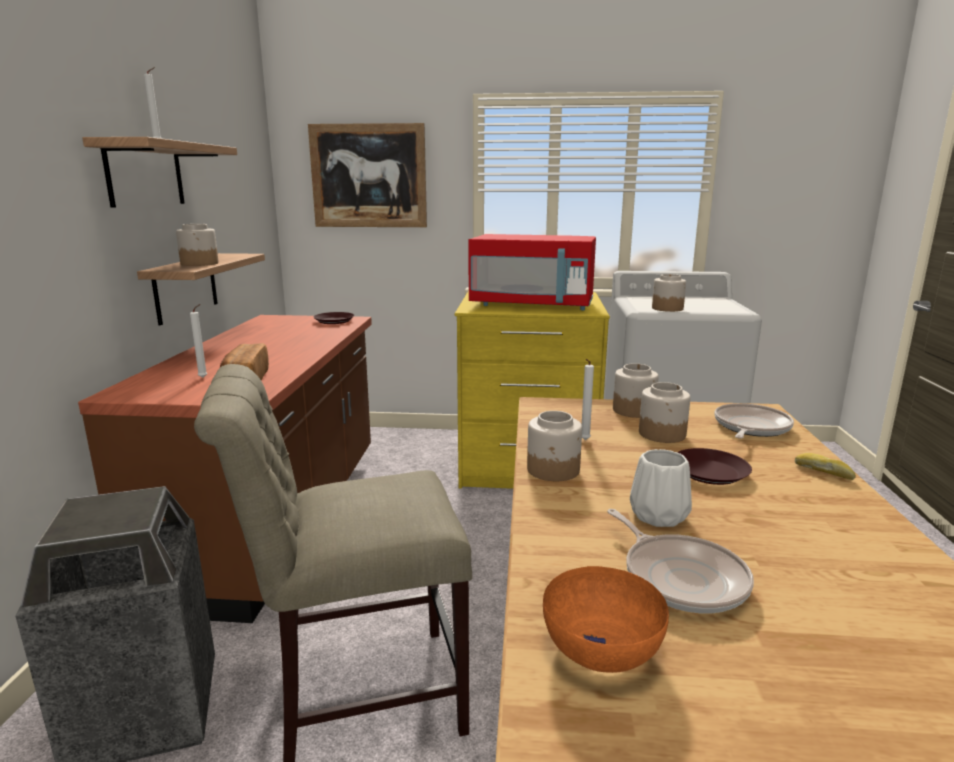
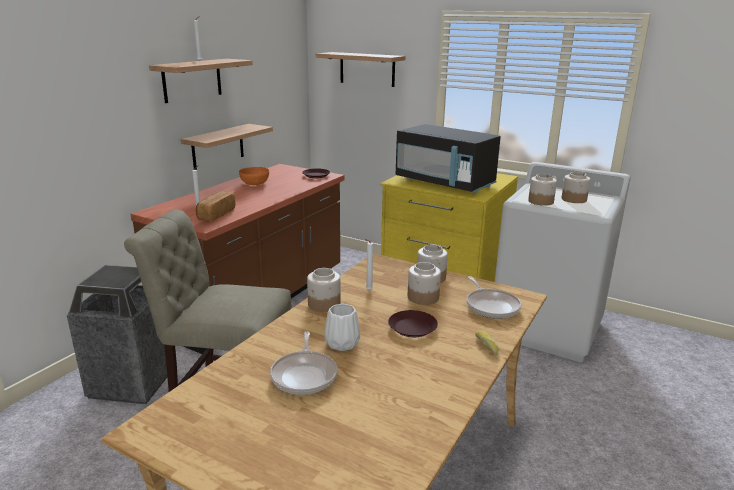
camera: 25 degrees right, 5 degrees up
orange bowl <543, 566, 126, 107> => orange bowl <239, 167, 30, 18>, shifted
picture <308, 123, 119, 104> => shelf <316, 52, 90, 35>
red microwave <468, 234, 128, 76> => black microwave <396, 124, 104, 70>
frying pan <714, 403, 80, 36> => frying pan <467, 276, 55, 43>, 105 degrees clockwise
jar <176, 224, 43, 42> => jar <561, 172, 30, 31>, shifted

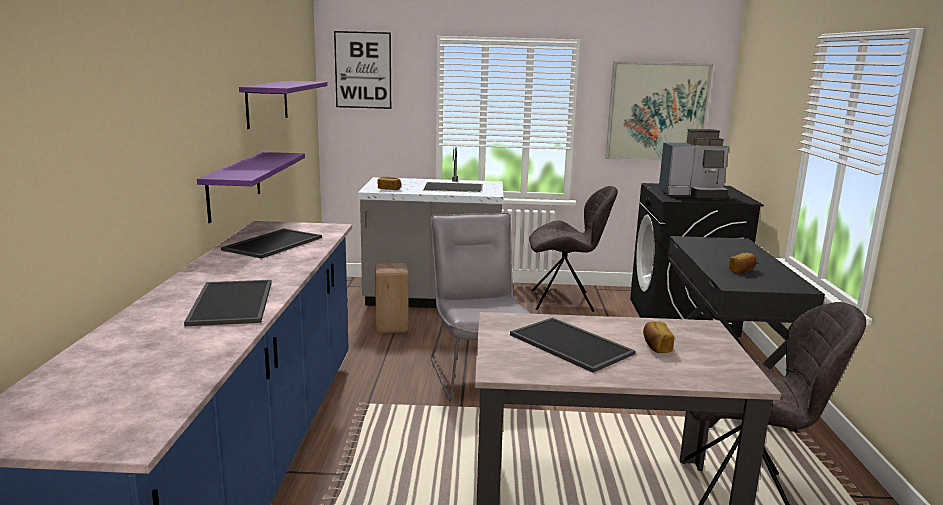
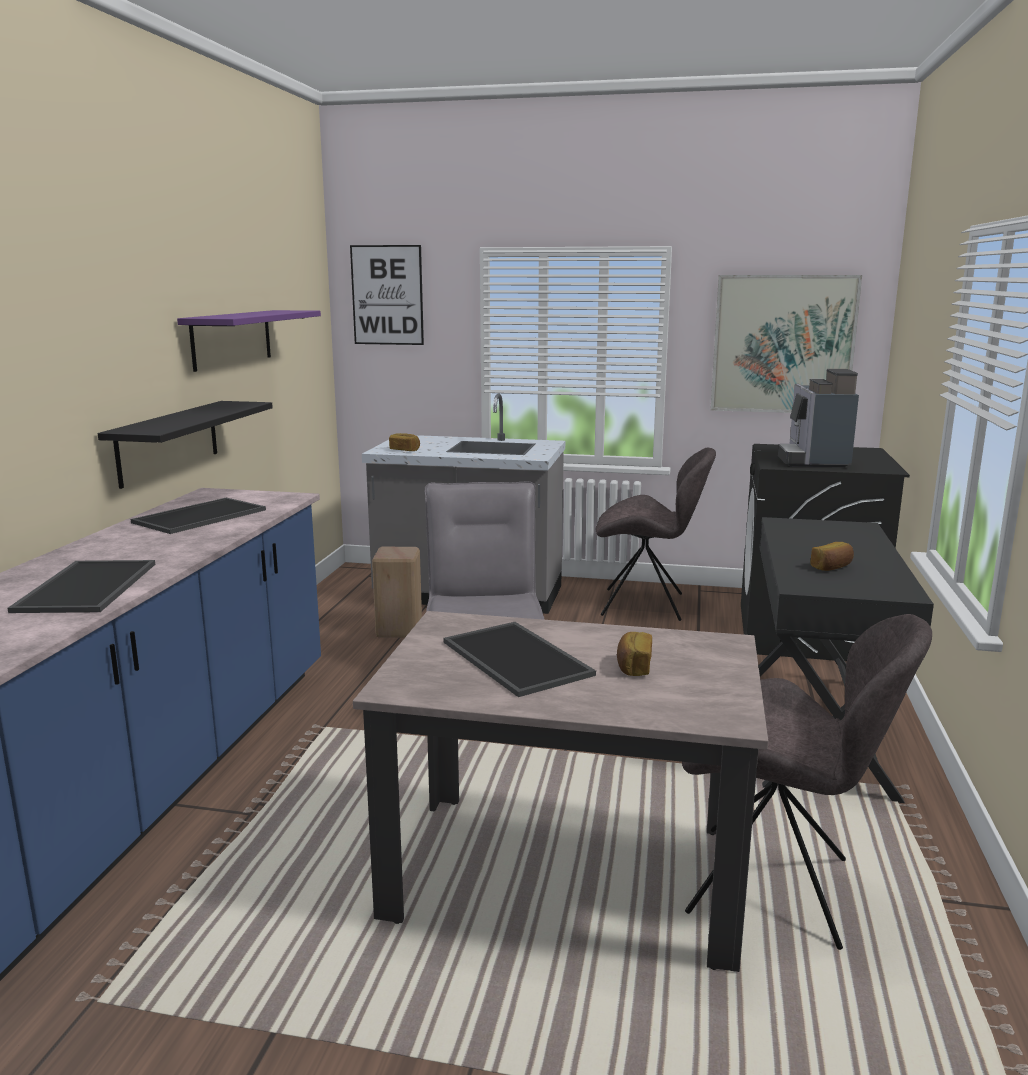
camera: 10 degrees right, 0 degrees up
purple shelf <197, 152, 108, 71> => black shelf <98, 401, 175, 88>
coffee machine <659, 129, 70, 71> => coffee machine <778, 369, 81, 98>, 90 degrees clockwise

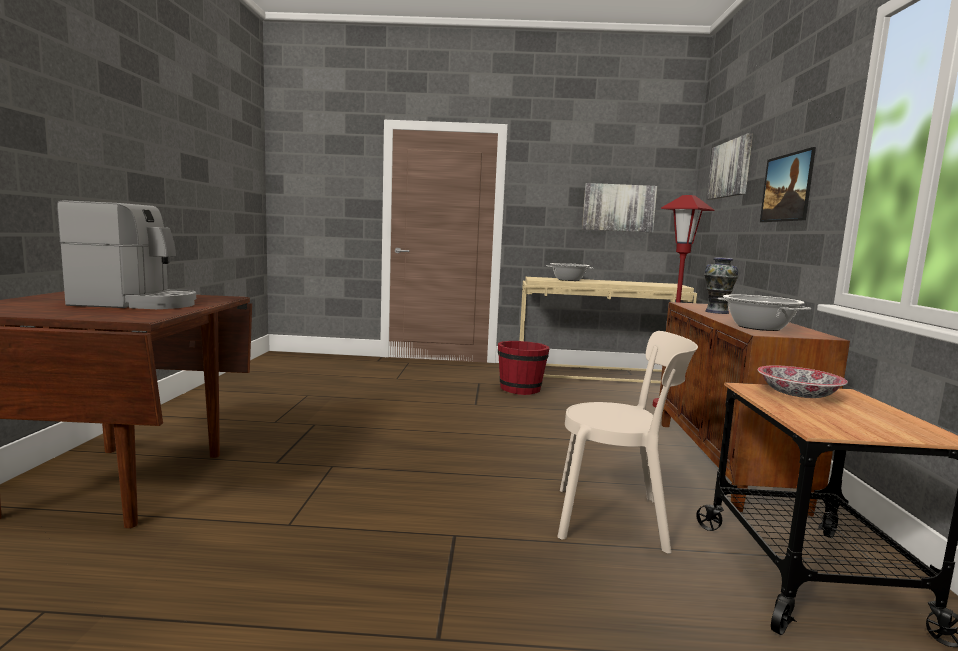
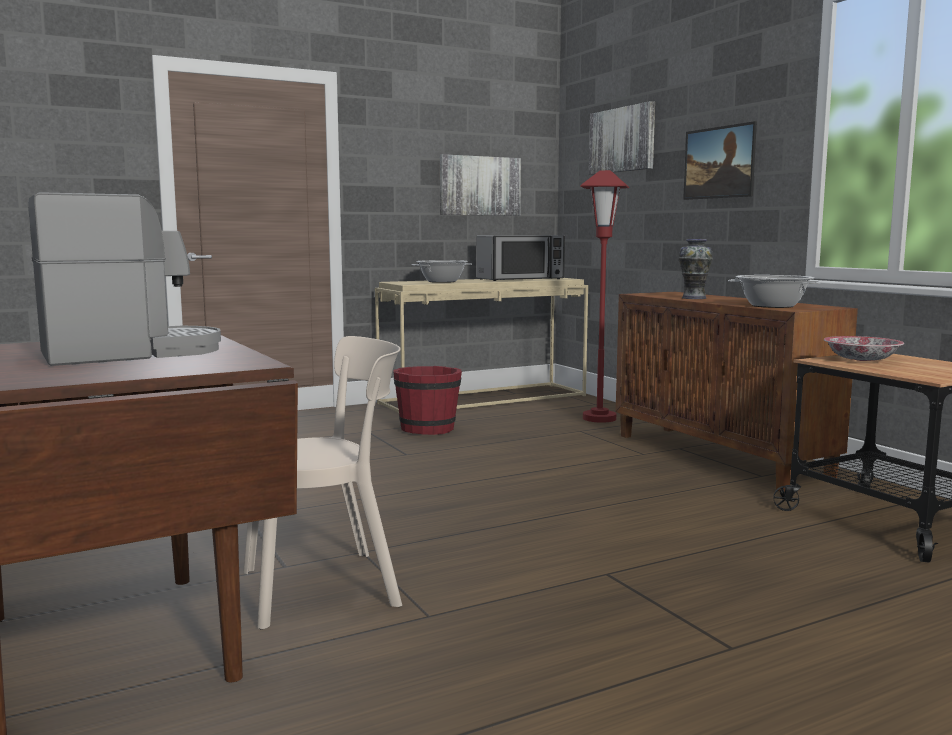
camera: 30 degrees left, 0 degrees up
beige chair <557, 331, 141, 223> => beige chair <243, 336, 159, 293>, shifted
nothing => microwave <476, 235, 89, 46>

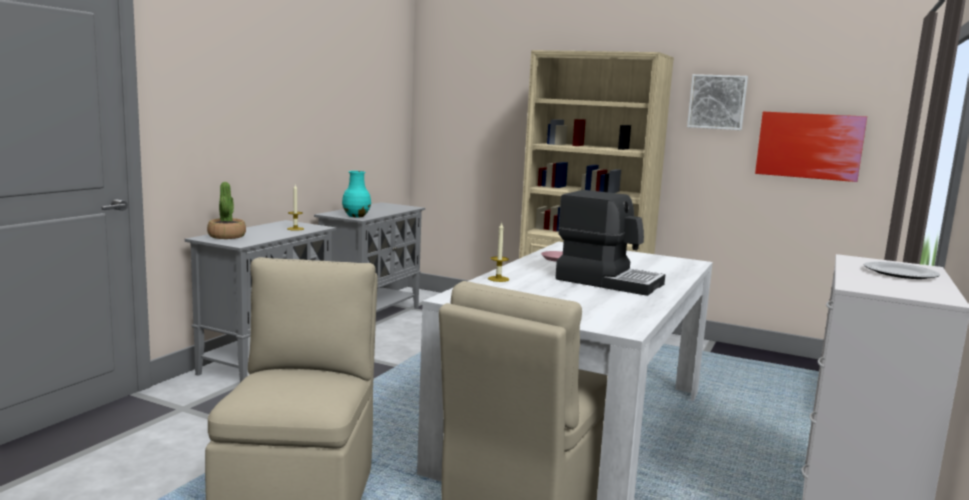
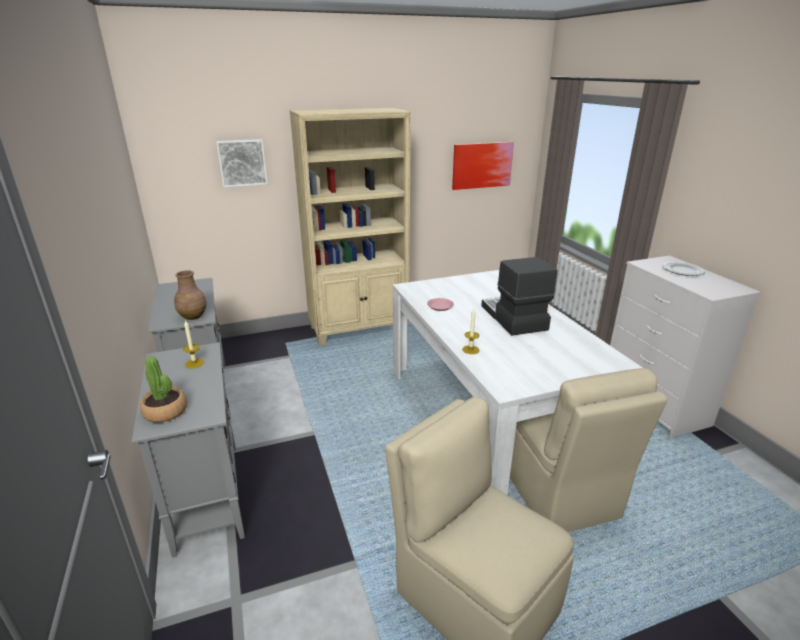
camera: 45 degrees left, 15 degrees up
turquoise vase <342, 171, 29, 46> => brown vase <174, 270, 33, 50>
picture <687, 74, 61, 56> => picture <216, 139, 52, 48>, shifted
coffee machine <555, 190, 110, 106> => coffee machine <481, 257, 77, 78>, 90 degrees counterclockwise

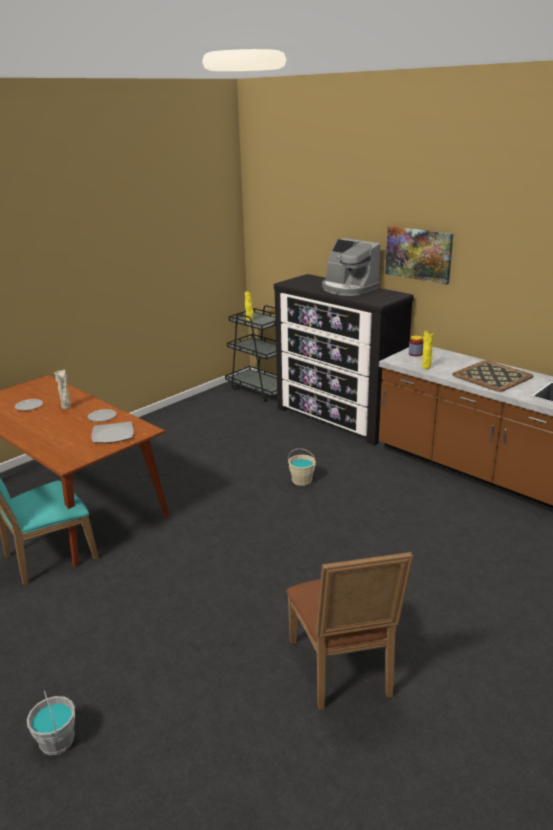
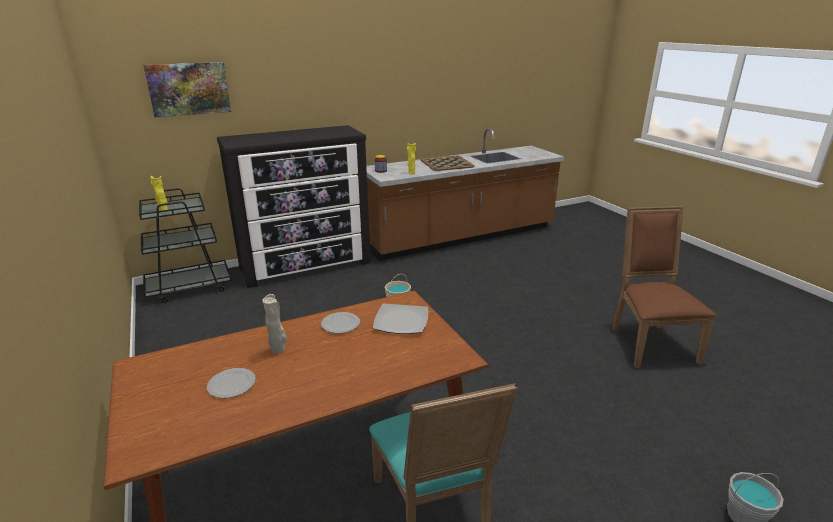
camera: 70 degrees left, 0 degrees up
picture <385, 226, 68, 59> => picture <143, 62, 88, 55>, shifted
brown chair <286, 552, 128, 158> => brown chair <612, 206, 104, 162>, 105 degrees counterclockwise
coffee machine <322, 238, 58, 58> => nothing

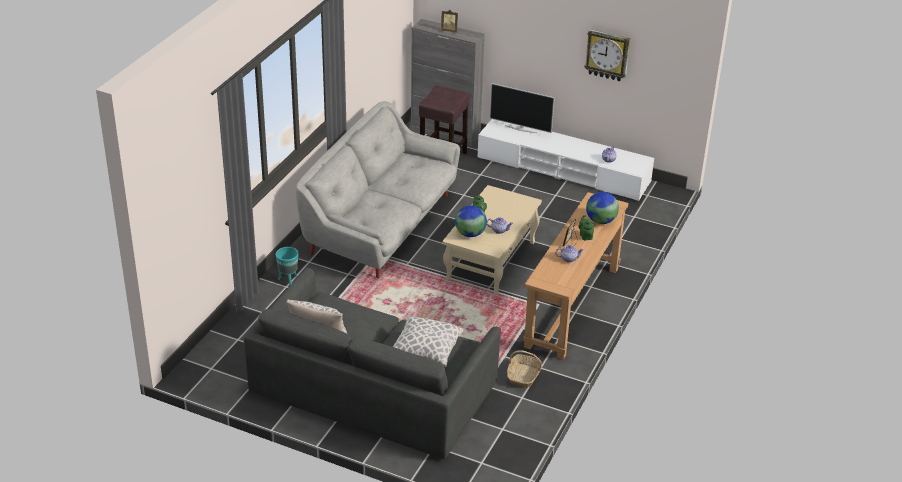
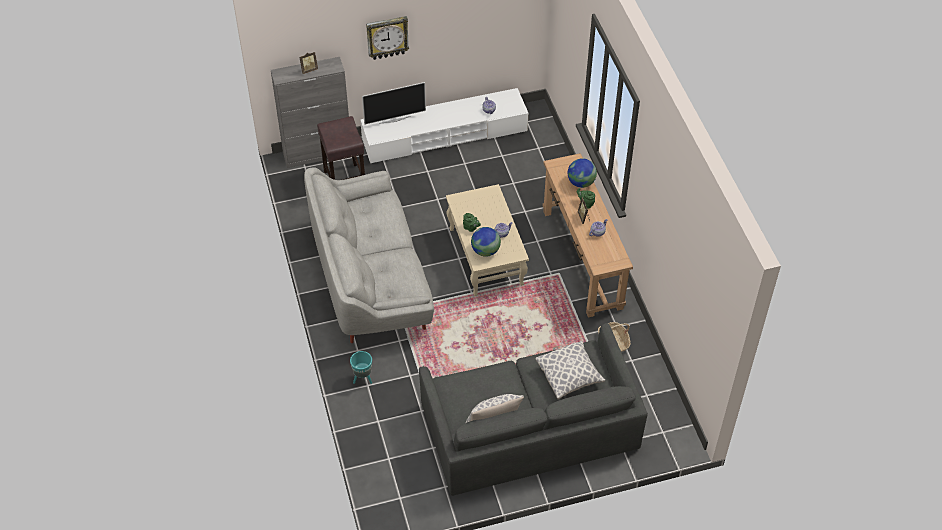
camera: 40 degrees left, 15 degrees up
wall clock <584, 29, 46, 52> => wall clock <366, 16, 43, 44>, shifted

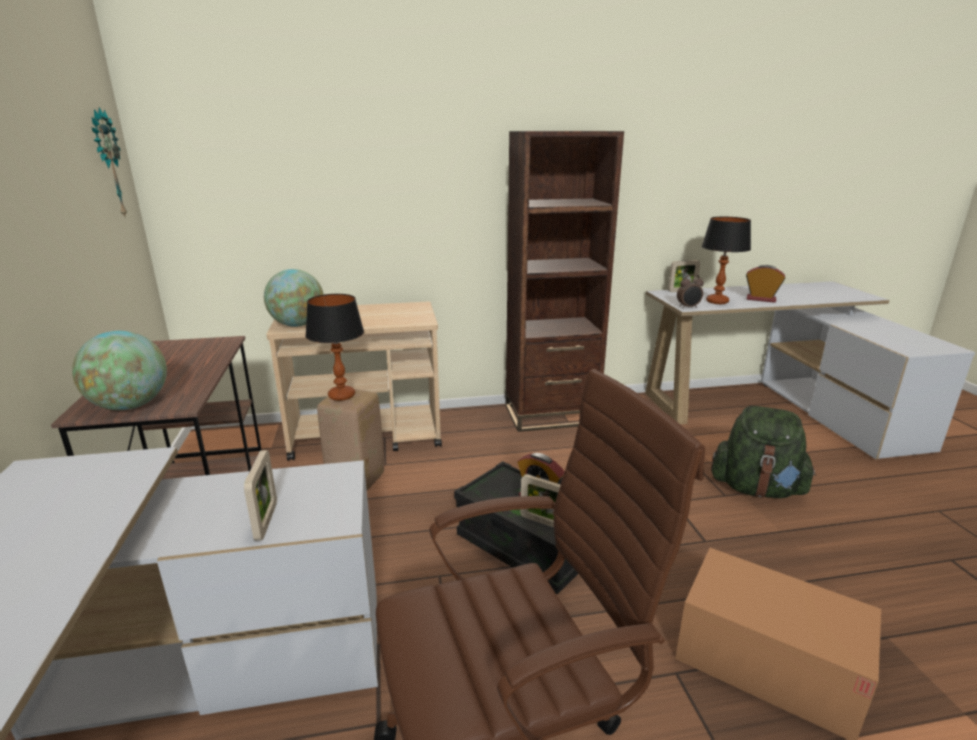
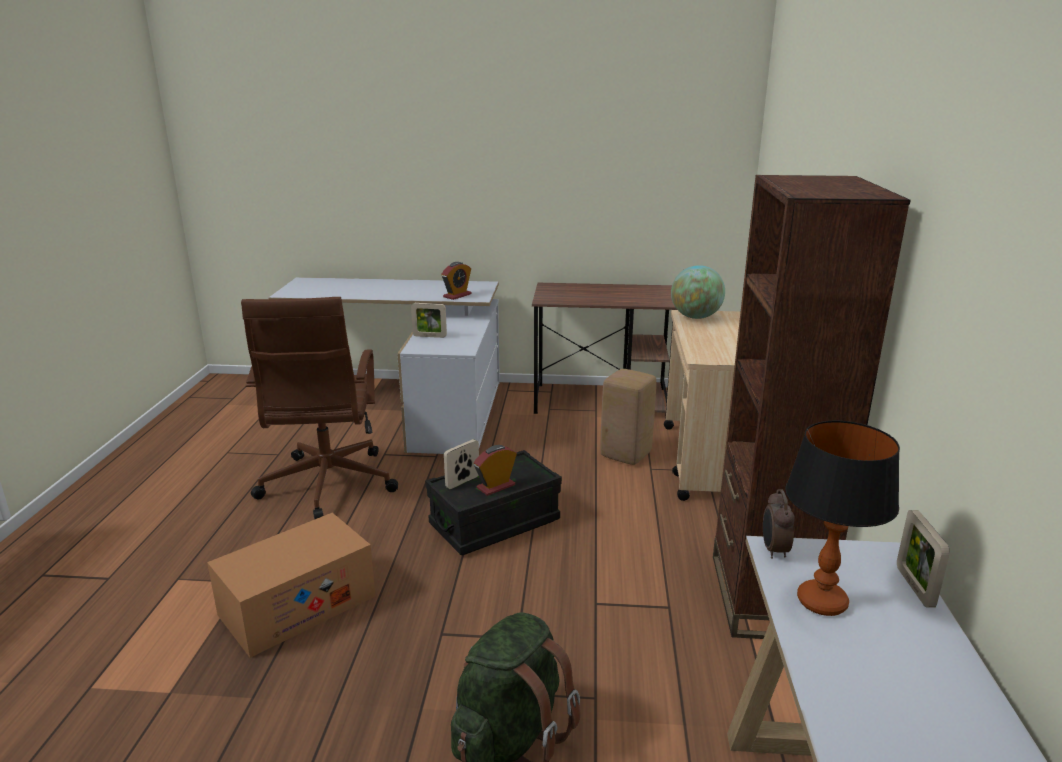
camera: 105 degrees right, 0 degrees up
alarm clock <746, 265, 39, 38> => alarm clock <442, 262, 29, 38>, shifted
globe <72, 331, 95, 79> => nothing
wall clock <91, 107, 36, 112> => nothing
table lamp <305, 294, 59, 107> => nothing

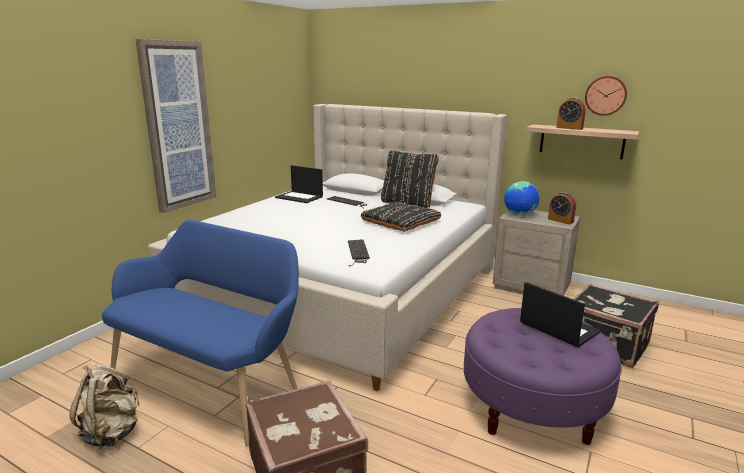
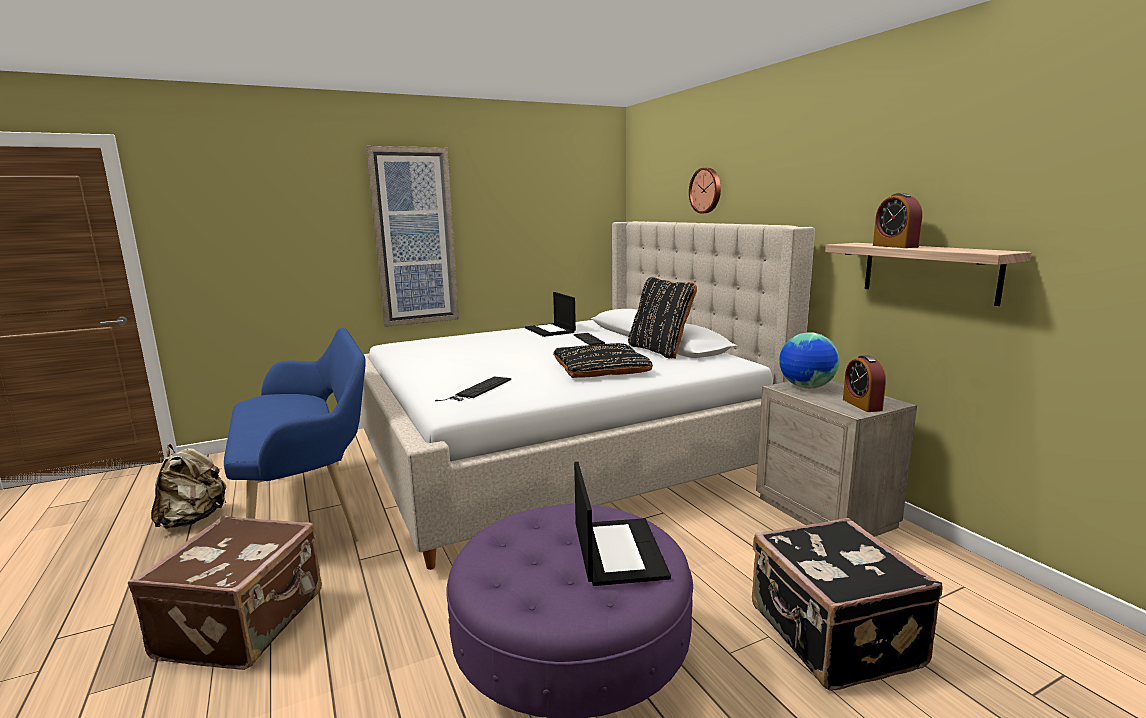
camera: 35 degrees right, 5 degrees down
wall clock <585, 76, 42, 40> => wall clock <689, 168, 32, 45>, shifted

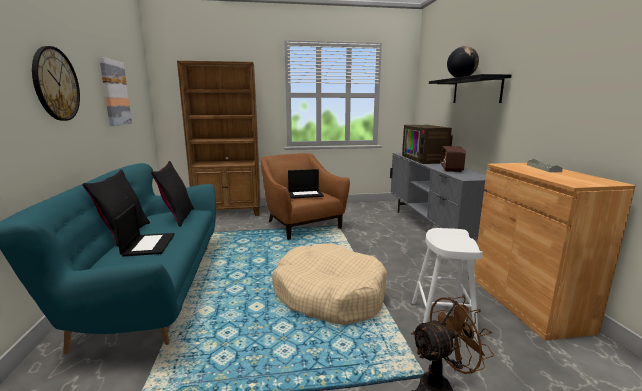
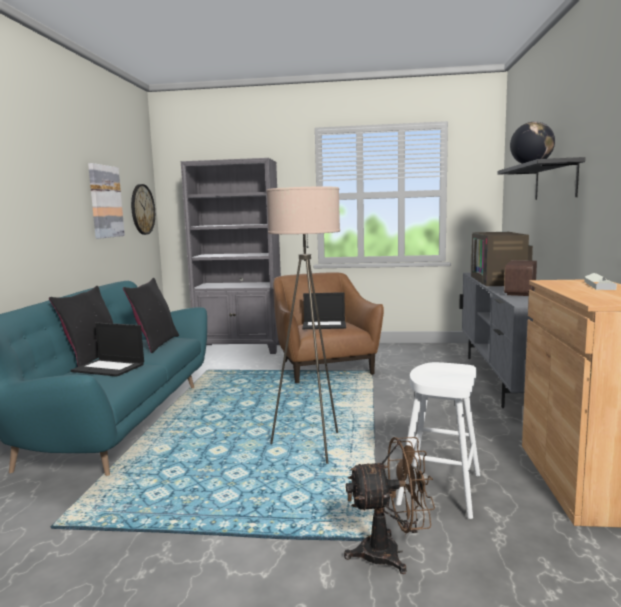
camera: 15 degrees right, 5 degrees down
laptop <114, 204, 61, 52> => laptop <70, 323, 74, 54>, 105 degrees clockwise
wall clock <32, 46, 48, 75> => wall clock <131, 184, 24, 51>, shifted
brown bookcase <177, 61, 84, 155> => grey bookcase <181, 158, 100, 196>
beige dog bed <272, 244, 115, 81> => beige floor lamp <266, 187, 74, 277>

